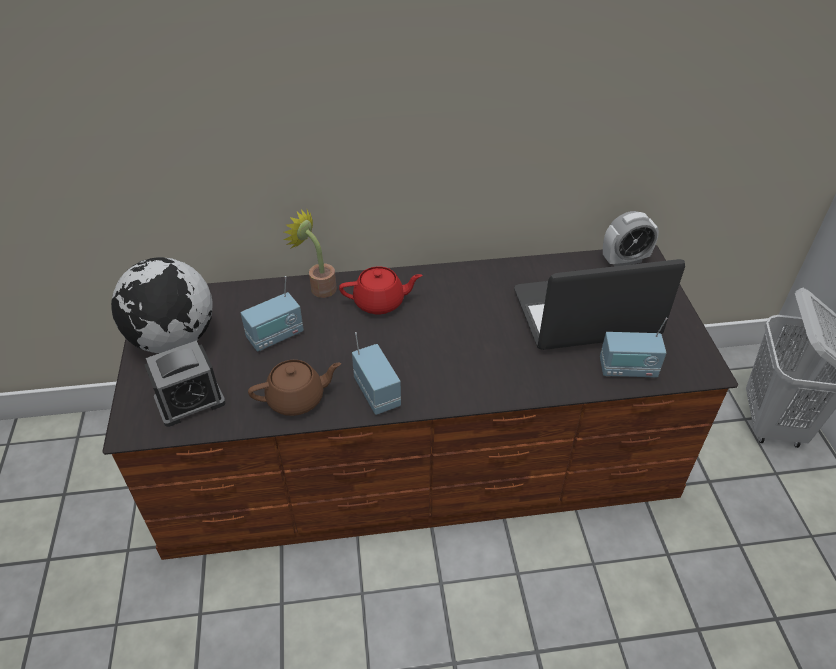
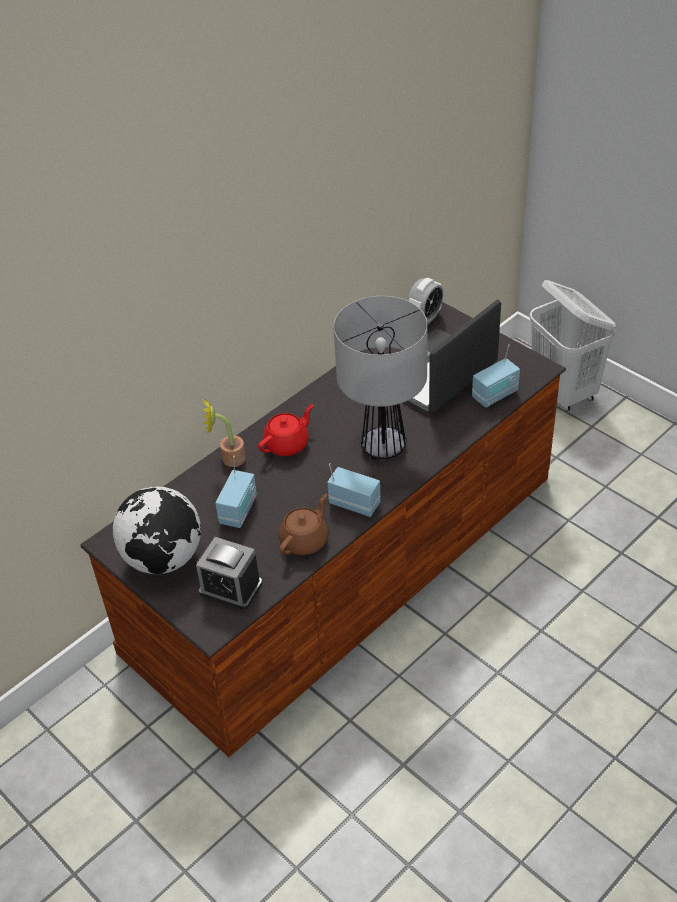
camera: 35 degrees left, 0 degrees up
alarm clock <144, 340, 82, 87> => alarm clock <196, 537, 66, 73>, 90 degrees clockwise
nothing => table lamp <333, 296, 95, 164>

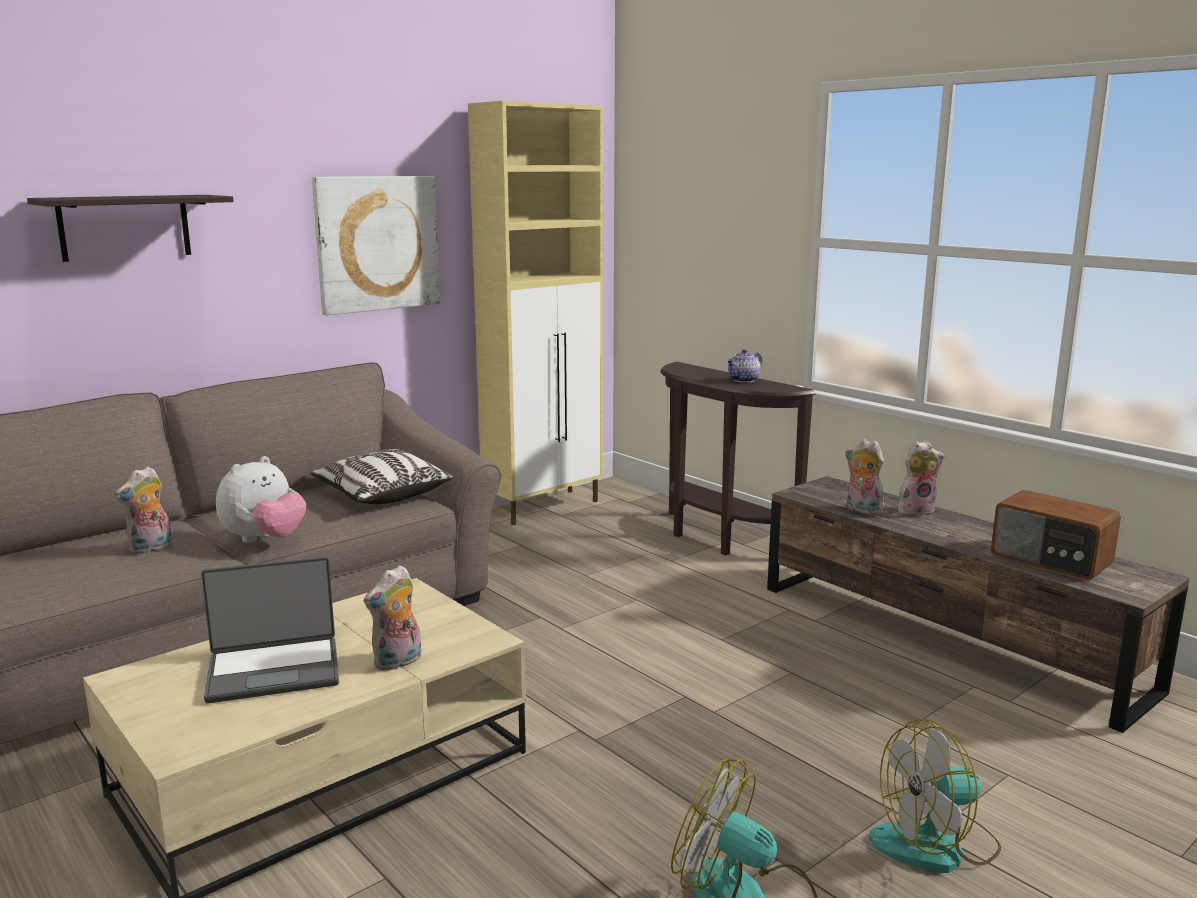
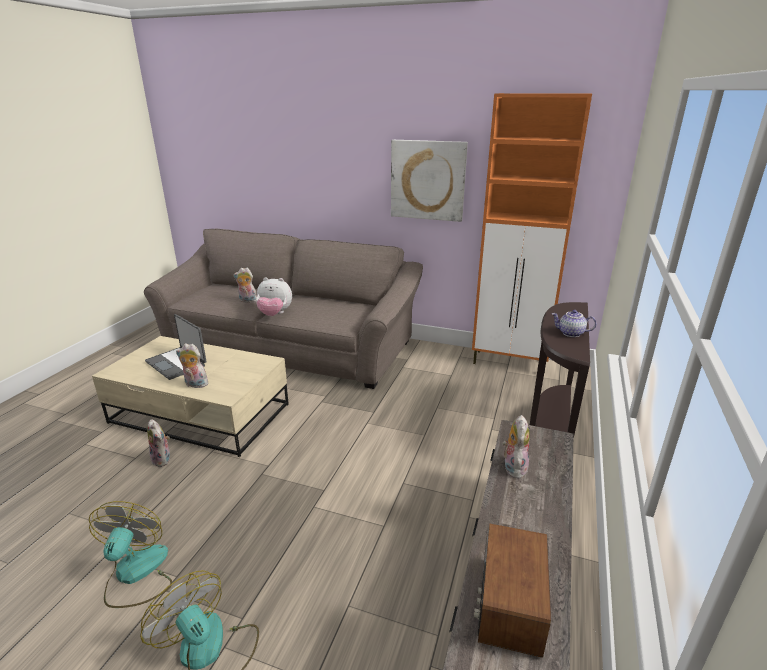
camera: 60 degrees right, 10 degrees up
plush toy <898, 441, 47, 75> => plush toy <147, 419, 23, 48>, shifted
beige cabinet <468, 101, 136, 424> => orange cabinet <472, 93, 120, 271>
shelf <27, 195, 207, 67> => nothing
pillow <310, 449, 143, 55> => nothing

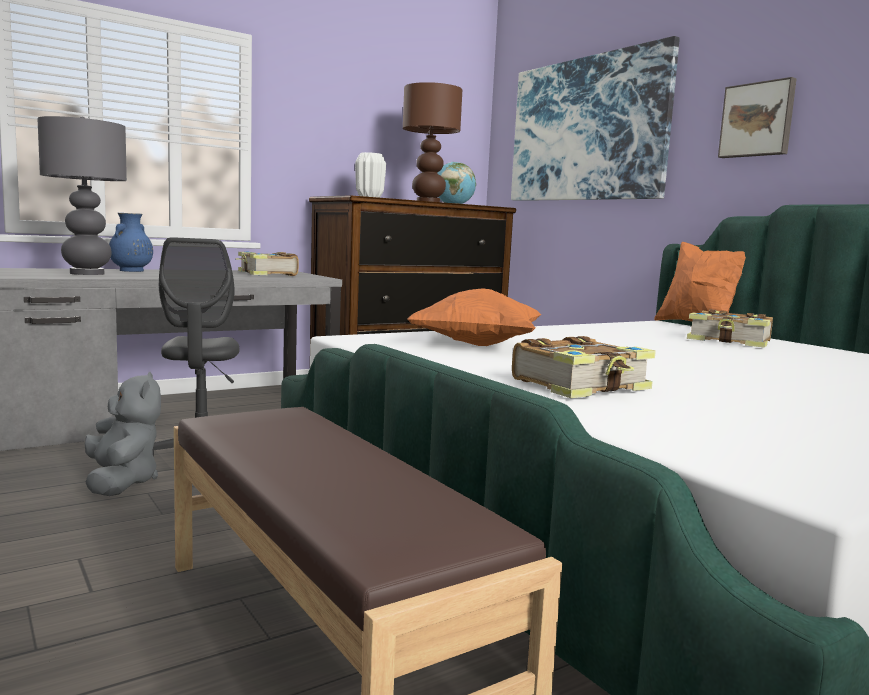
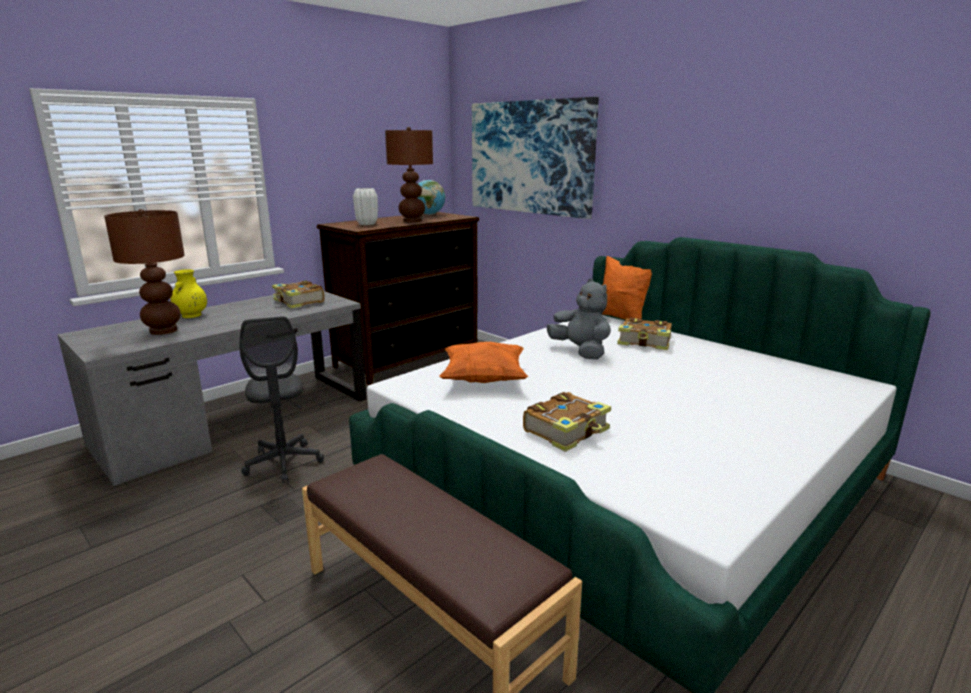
camera: 10 degrees left, 10 degrees up
grey table lamp <37, 116, 90, 159> => brown table lamp <104, 209, 81, 126>
blue vase <109, 213, 44, 59> => yellow vase <170, 269, 37, 49>
grey plush toy <85, 371, 76, 125> => grey plush toy <547, 279, 64, 80>, shifted
picture <718, 77, 79, 81> => nothing

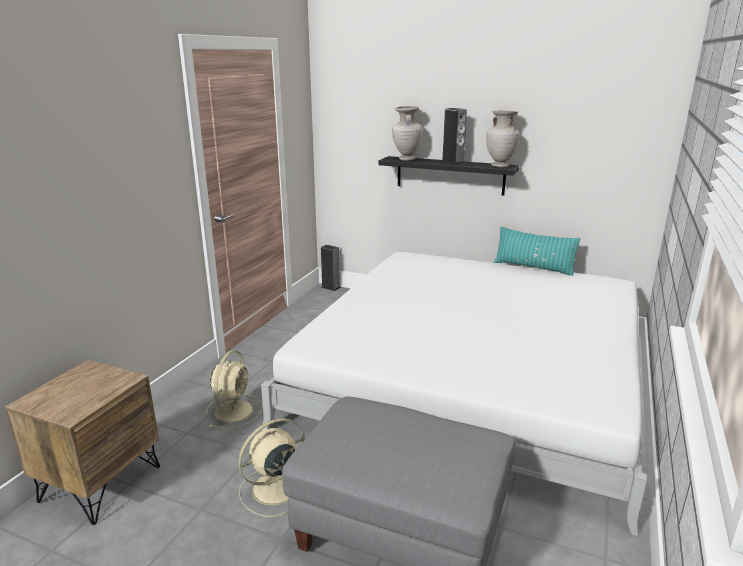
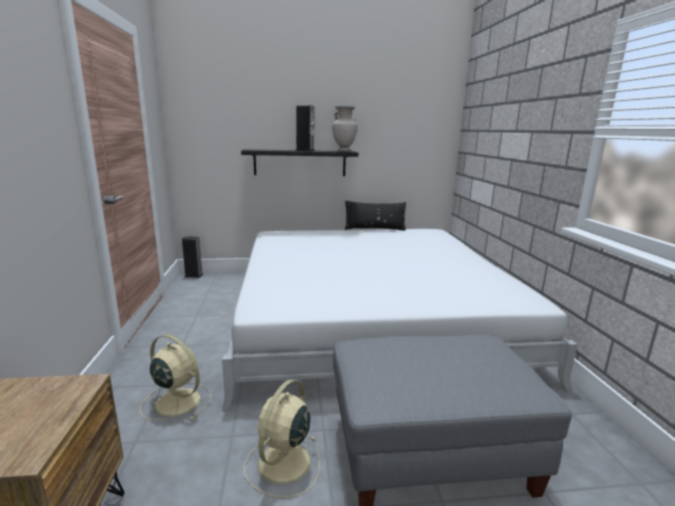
camera: 30 degrees left, 5 degrees down
beige fan <206, 350, 57, 78> => beige fan <140, 334, 71, 87>, 45 degrees counterclockwise
turquoise pillow <494, 227, 86, 49> => black pillow <345, 201, 61, 29>
beige vase <392, 106, 31, 55> => nothing

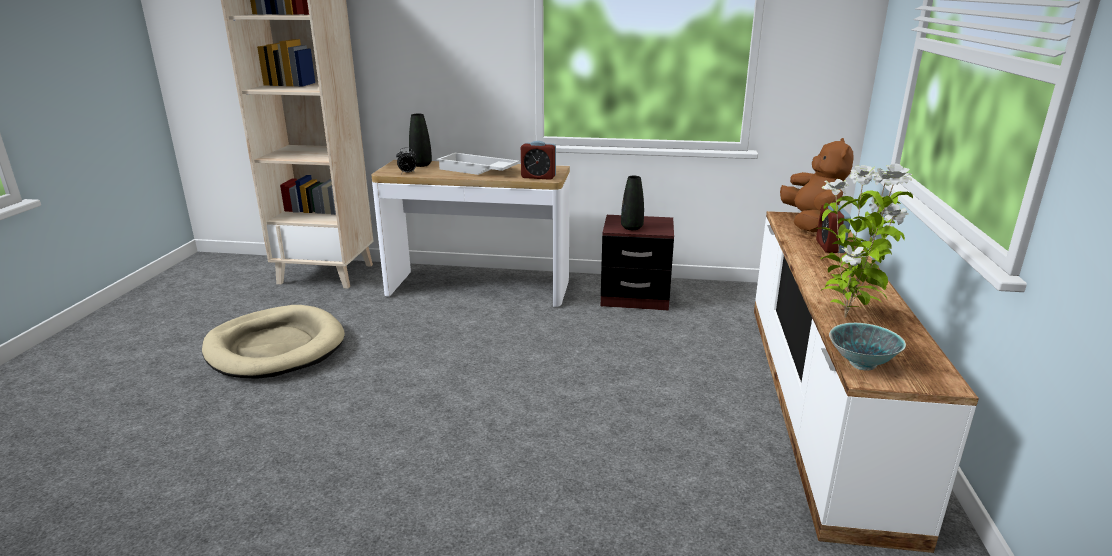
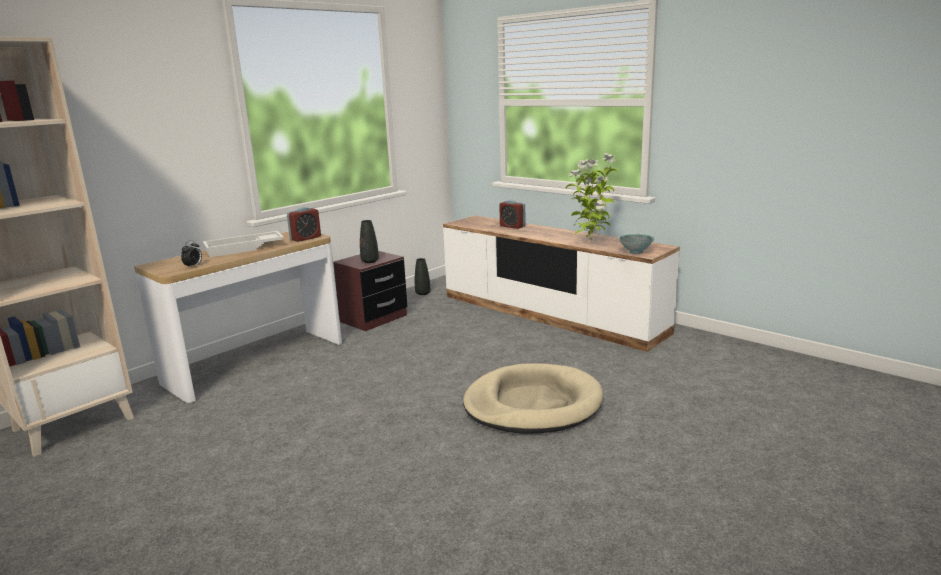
camera: 55 degrees left, 5 degrees down
black vase <409, 114, 23, 53> => black vase <415, 258, 15, 37>, shifted
beige dog bed <202, 305, 143, 74> => beige dog bed <463, 363, 140, 71>, shifted
brown plush toy <780, 138, 74, 94> => nothing

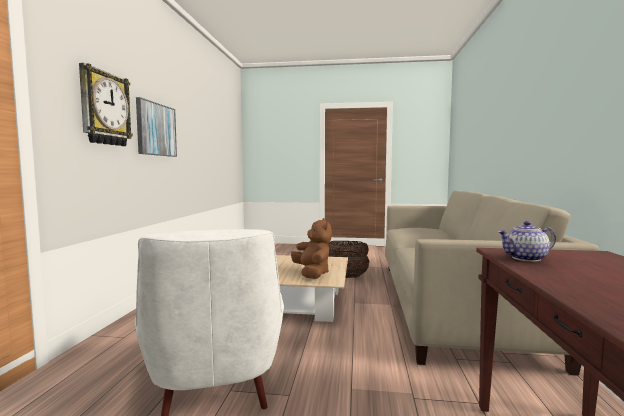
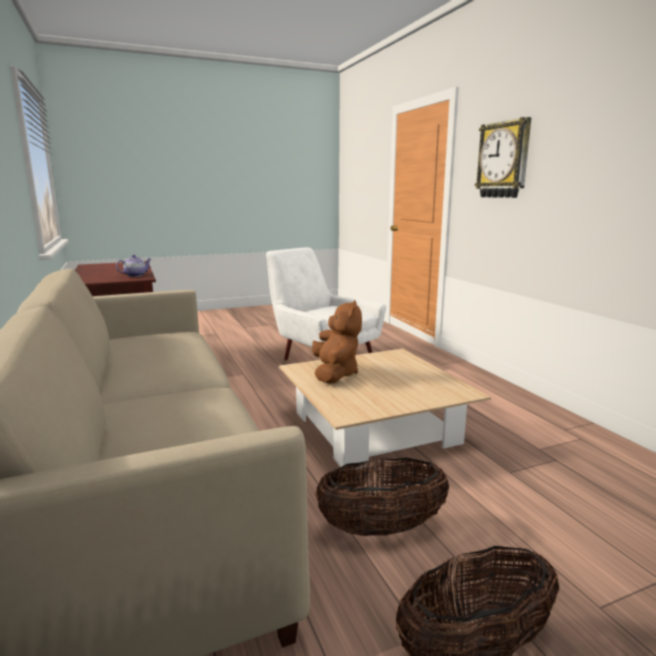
camera: 150 degrees right, 10 degrees up
brown plush toy <291, 218, 41, 61> => brown plush toy <312, 300, 50, 84>, 135 degrees counterclockwise
picture <136, 97, 41, 60> => nothing

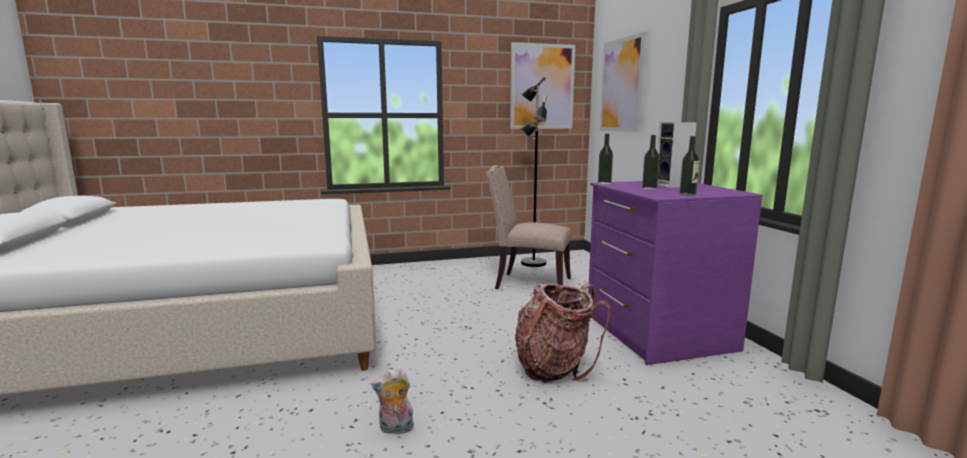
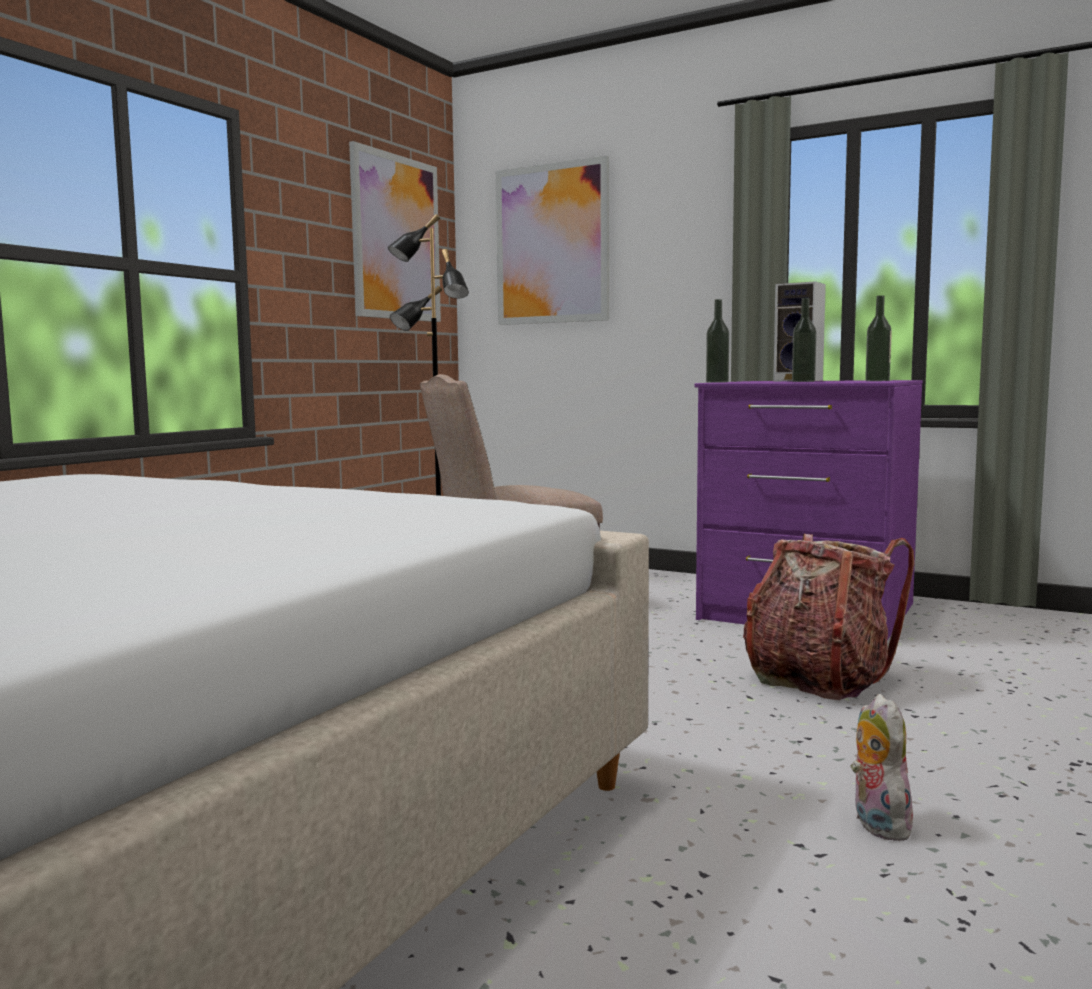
camera: 45 degrees left, 5 degrees down
plush toy <372, 368, 43, 66> => plush toy <850, 694, 66, 147>, 135 degrees clockwise

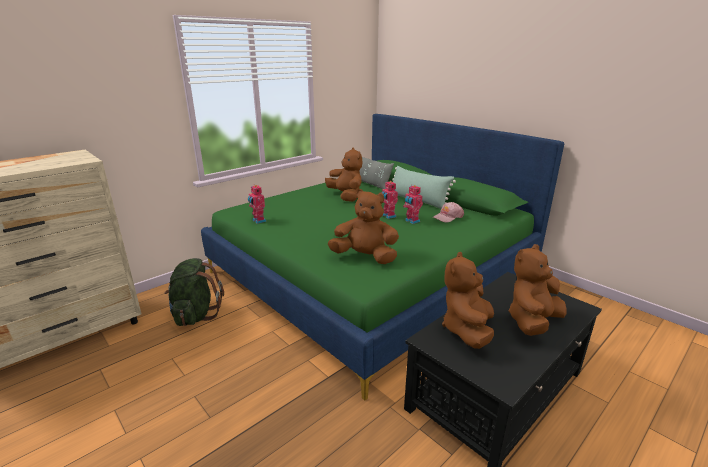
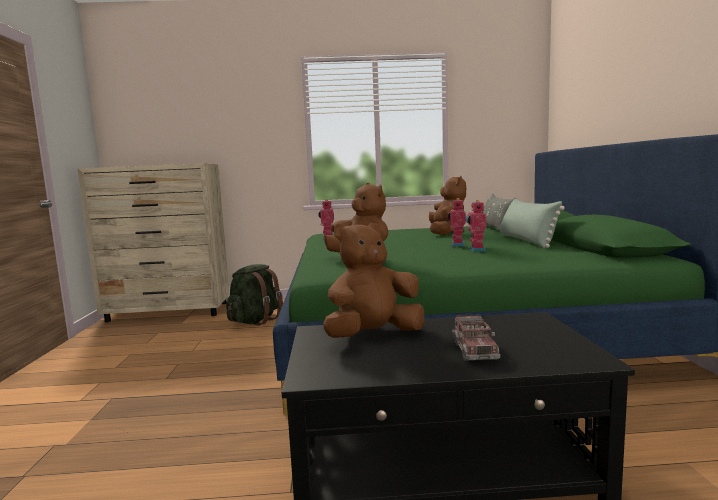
camera: 40 degrees right, 15 degrees down
brown plush toy <509, 244, 58, 92> => toy truck <452, 314, 48, 47>
pink cap <433, 202, 31, 21> => nothing

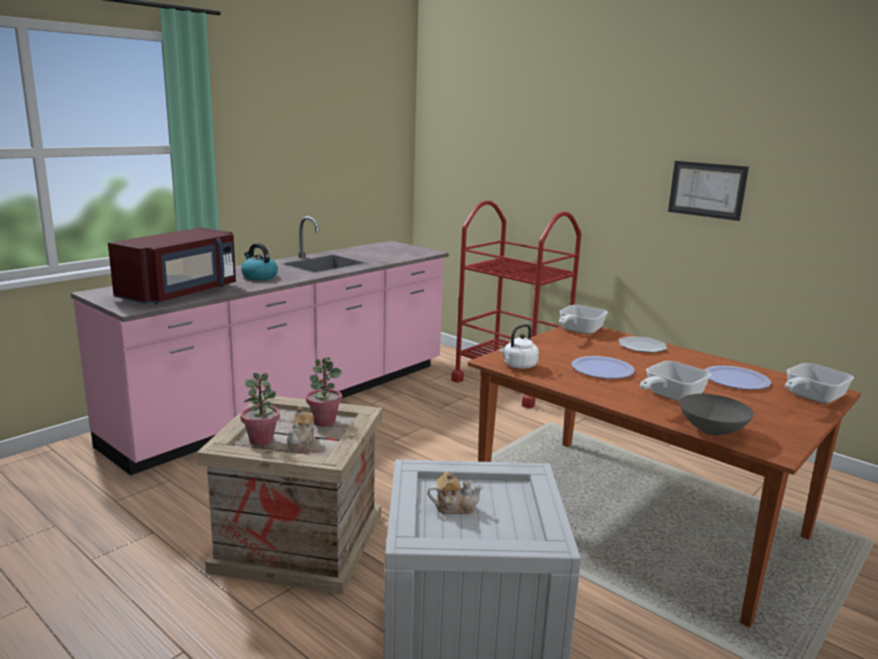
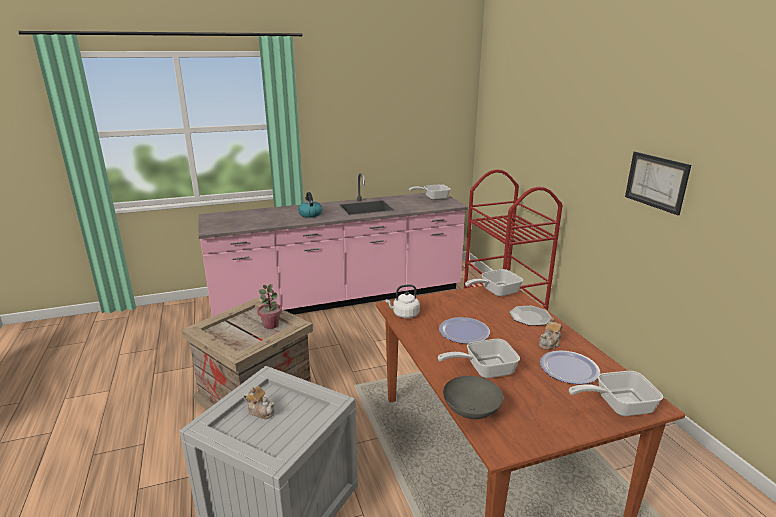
camera: 30 degrees right, 5 degrees up
nothing => frying pan <409, 184, 42, 16>
teapot <287, 406, 28, 44> => teapot <539, 317, 24, 33>, shifted
red microwave <108, 227, 128, 77> => nothing
potted plant <240, 373, 40, 73> => nothing

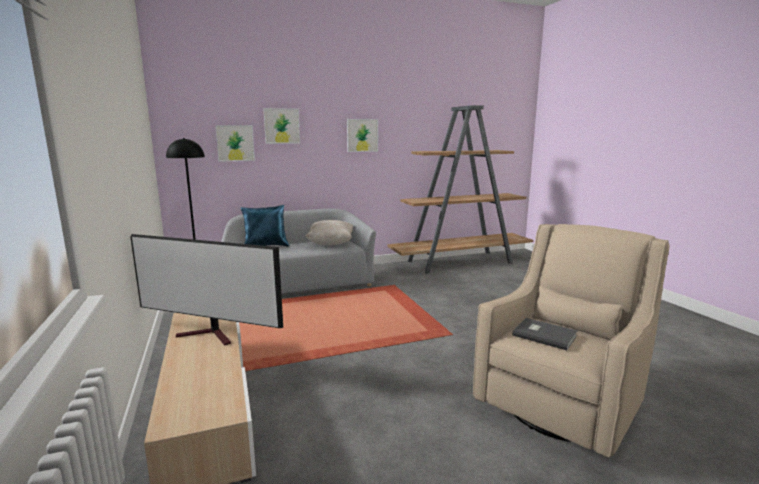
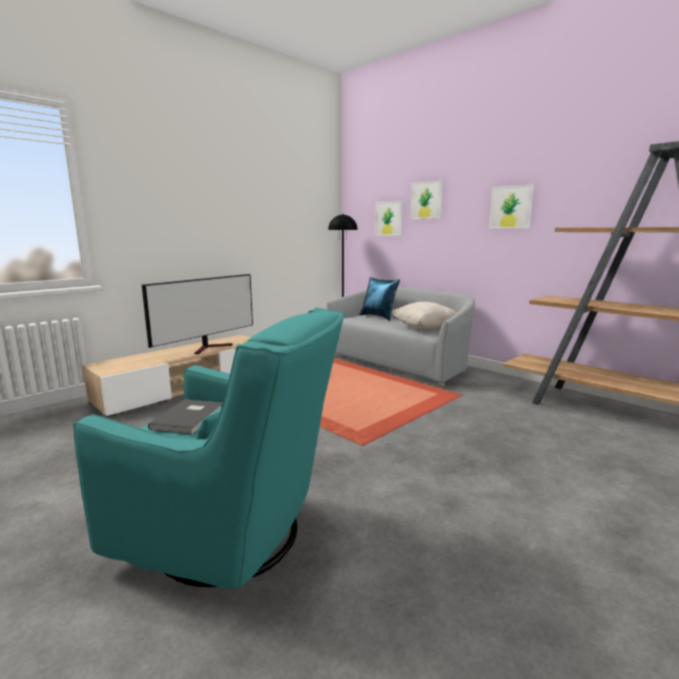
camera: 65 degrees right, 0 degrees up
beige armchair <473, 224, 196, 234> => turquoise armchair <73, 308, 271, 281>
television <130, 234, 153, 112> => television <142, 274, 111, 80>, 135 degrees counterclockwise

